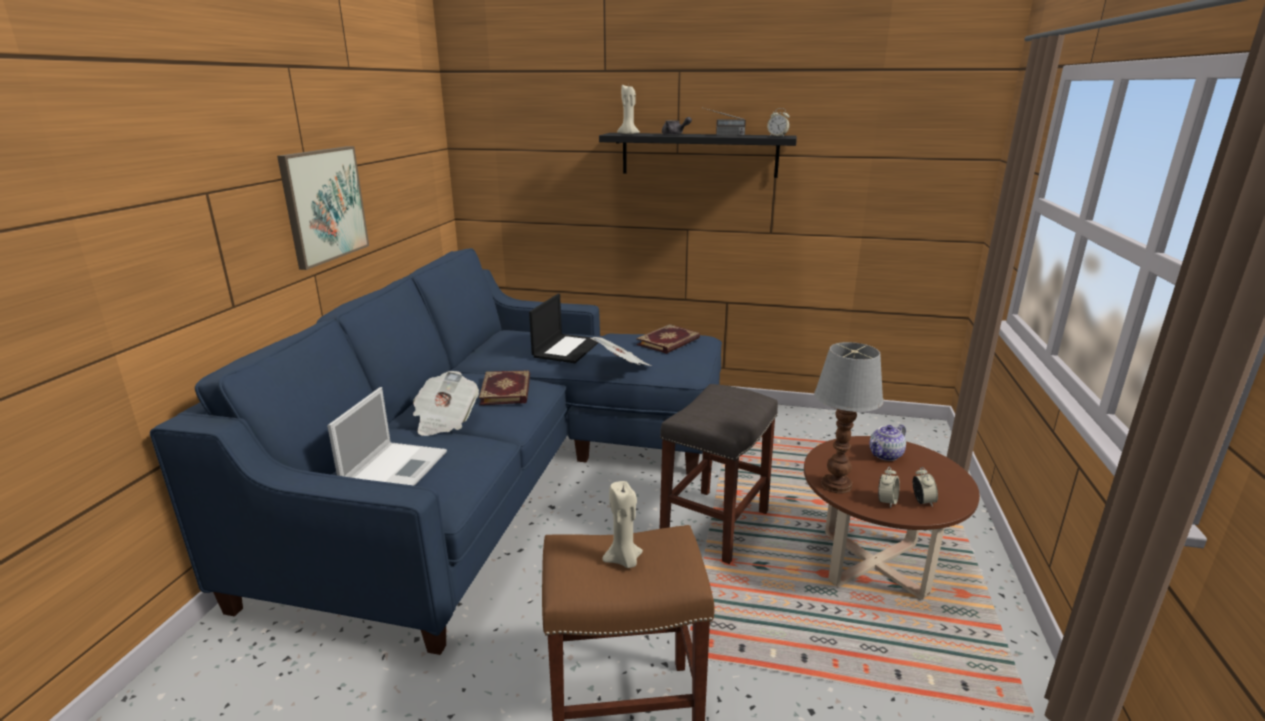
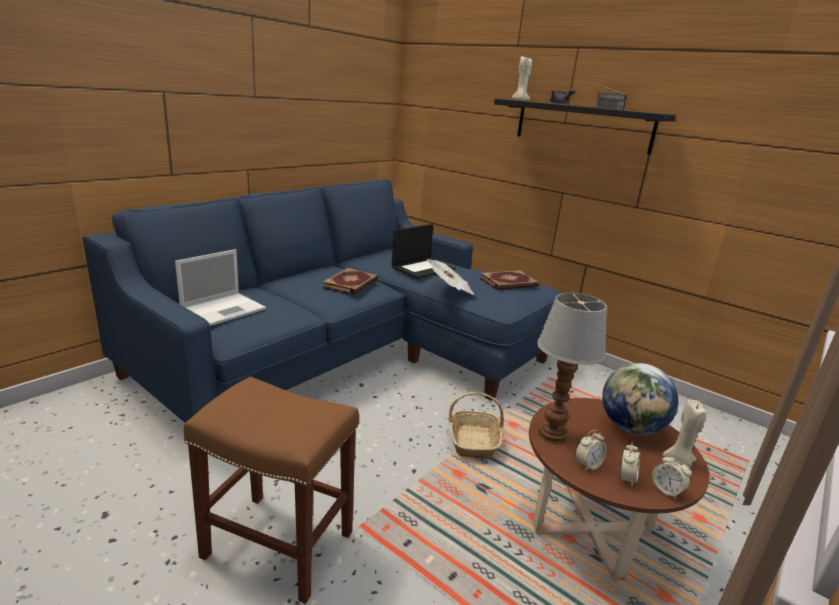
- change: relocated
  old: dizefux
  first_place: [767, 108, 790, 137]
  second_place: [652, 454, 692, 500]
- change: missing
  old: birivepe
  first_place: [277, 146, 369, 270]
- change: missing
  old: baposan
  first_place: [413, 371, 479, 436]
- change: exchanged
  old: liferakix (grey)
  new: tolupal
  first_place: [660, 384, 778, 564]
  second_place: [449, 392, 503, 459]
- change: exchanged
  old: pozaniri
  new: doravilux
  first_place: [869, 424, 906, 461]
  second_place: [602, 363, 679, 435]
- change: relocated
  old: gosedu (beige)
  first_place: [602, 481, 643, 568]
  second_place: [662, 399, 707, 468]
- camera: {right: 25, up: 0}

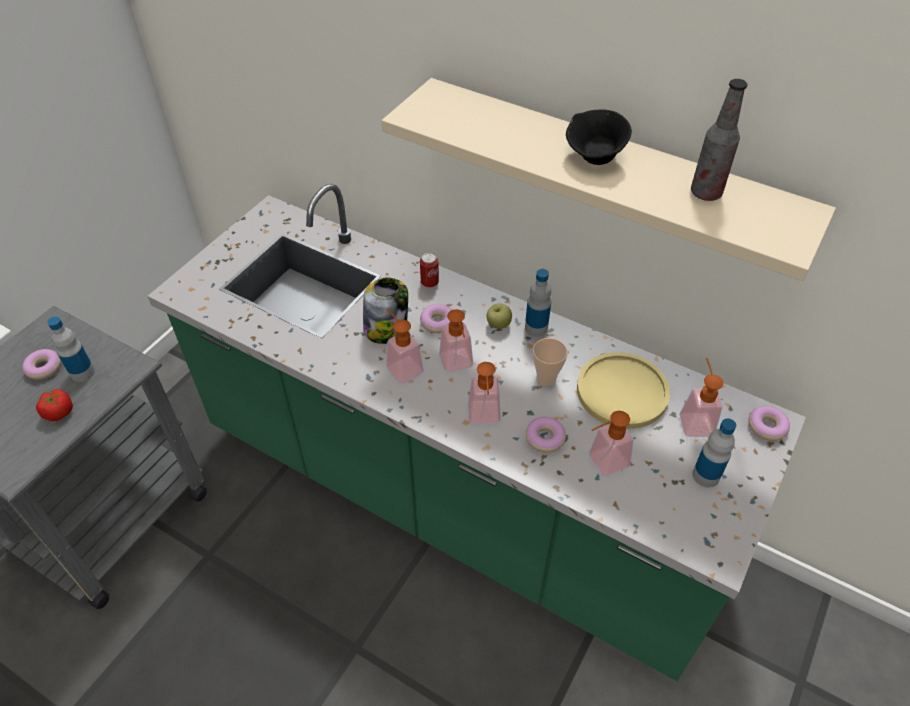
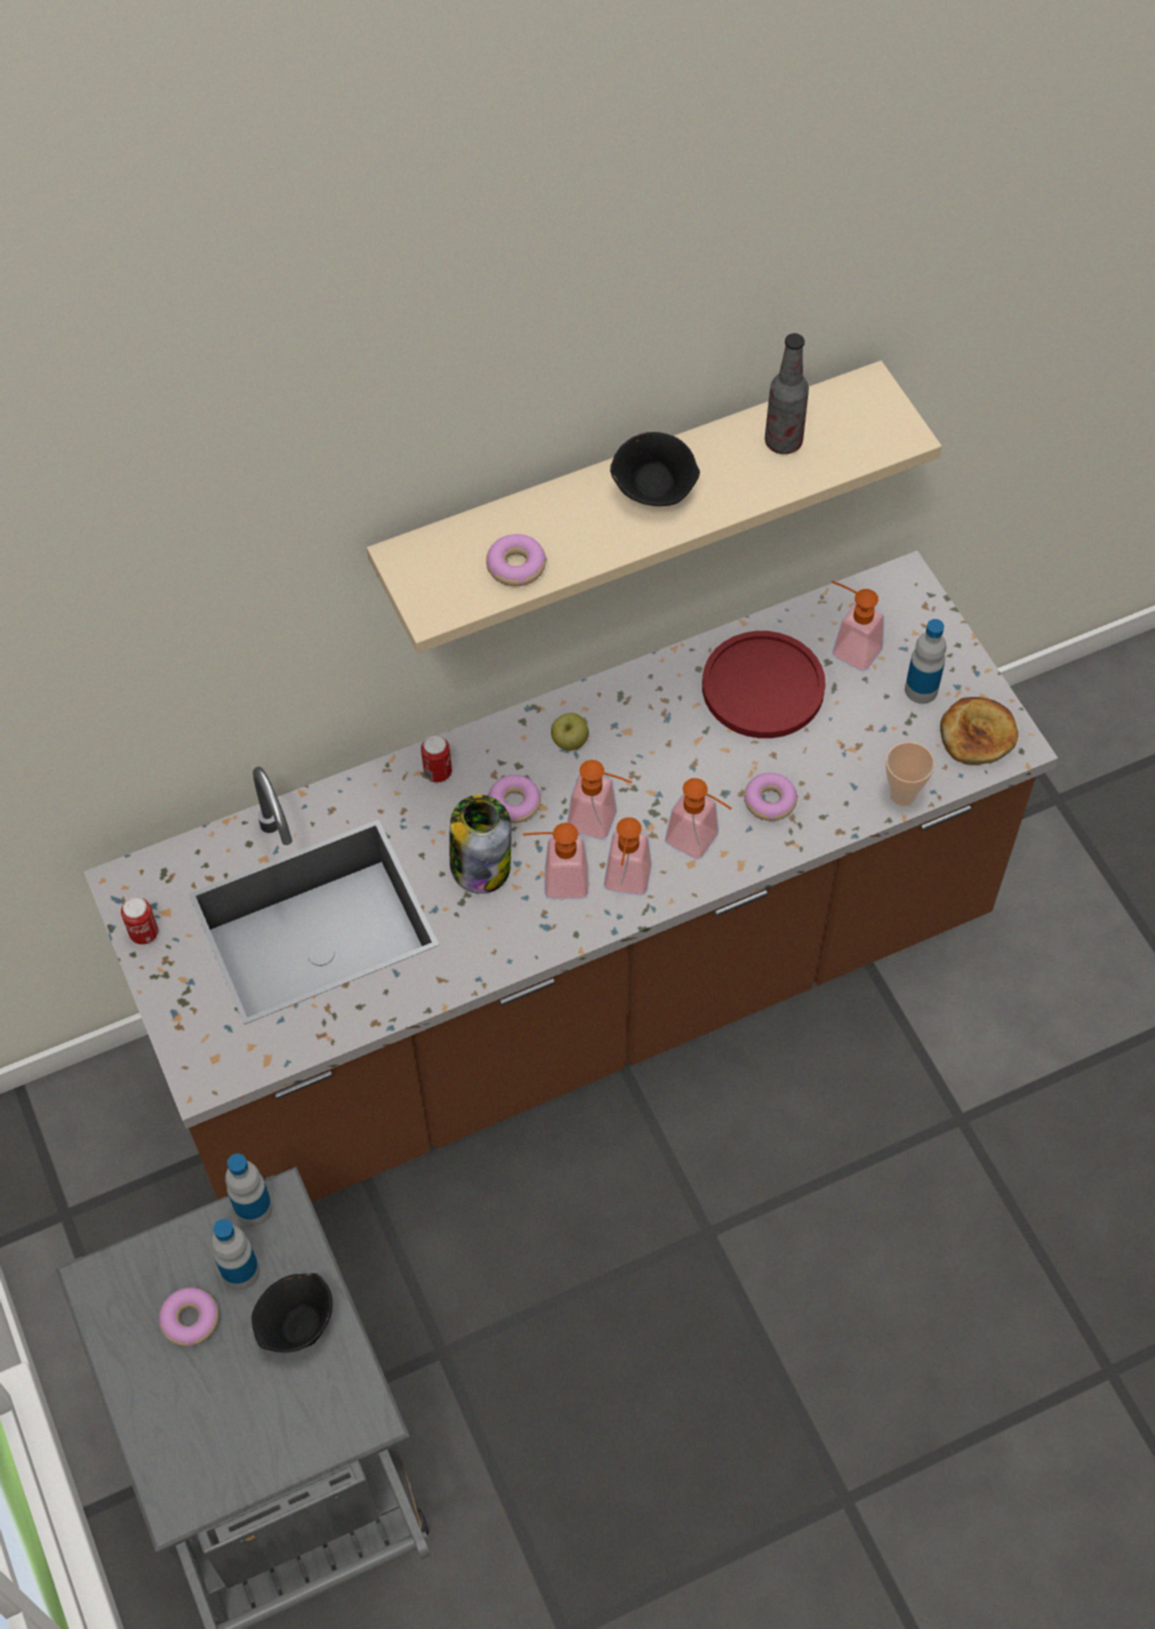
- change: colour
  old: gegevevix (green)
  new: gegevevix (brown)
  first_place: [147, 184, 806, 681]
  second_place: [84, 551, 1058, 1202]
- change: relocated
  old: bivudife
  first_place: [525, 269, 551, 337]
  second_place: [225, 1153, 272, 1226]
- change: relocated
  old: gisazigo
  first_place: [533, 338, 568, 386]
  second_place: [886, 742, 935, 806]
- change: colour
  old: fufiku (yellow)
  new: fufiku (red)
  first_place: [577, 352, 670, 429]
  second_place: [702, 631, 826, 738]
- change: exchanged
  old: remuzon
  new: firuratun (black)
  first_place: [36, 389, 73, 421]
  second_place: [252, 1273, 333, 1353]
- change: relocated
  old: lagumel
  first_place: [748, 406, 790, 441]
  second_place: [486, 534, 547, 586]
- change: relocated
  old: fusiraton
  first_place: [589, 411, 634, 477]
  second_place: [604, 817, 652, 896]
- change: appeared
  new: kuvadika
  second_place: [940, 697, 1018, 765]
- change: appeared
  new: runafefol
  second_place: [121, 897, 158, 945]
- camera: {right: -55, up: 10}

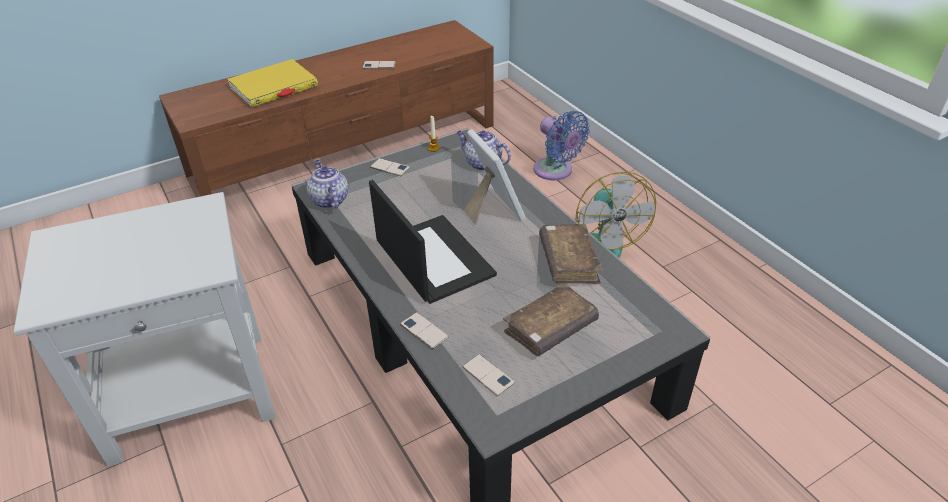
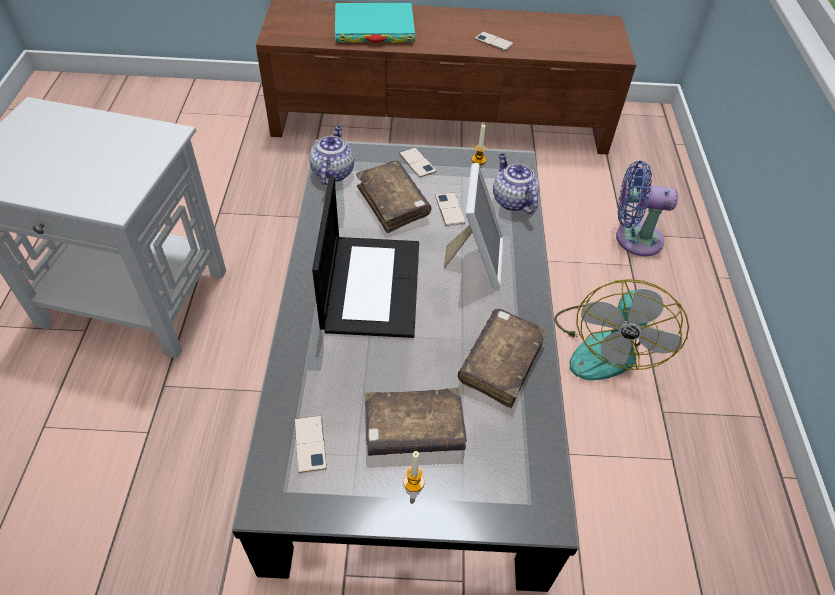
- change: colour
  old: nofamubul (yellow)
  new: nofamubul (turquoise)
  first_place: [227, 59, 318, 107]
  second_place: [335, 3, 415, 43]
- change: spun
  old: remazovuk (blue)
  first_place: [533, 111, 590, 180]
  second_place: [616, 161, 678, 256]
  degrees: 105
- change: relocated
  old: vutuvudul
  first_place: [400, 312, 449, 349]
  second_place: [435, 192, 466, 226]
- change: appeared
  new: nofamubul (brown)
  second_place: [356, 160, 431, 233]
- change: appeared
  new: gosedu
  second_place: [403, 451, 425, 492]
- camera: {right: 30, up: 10}

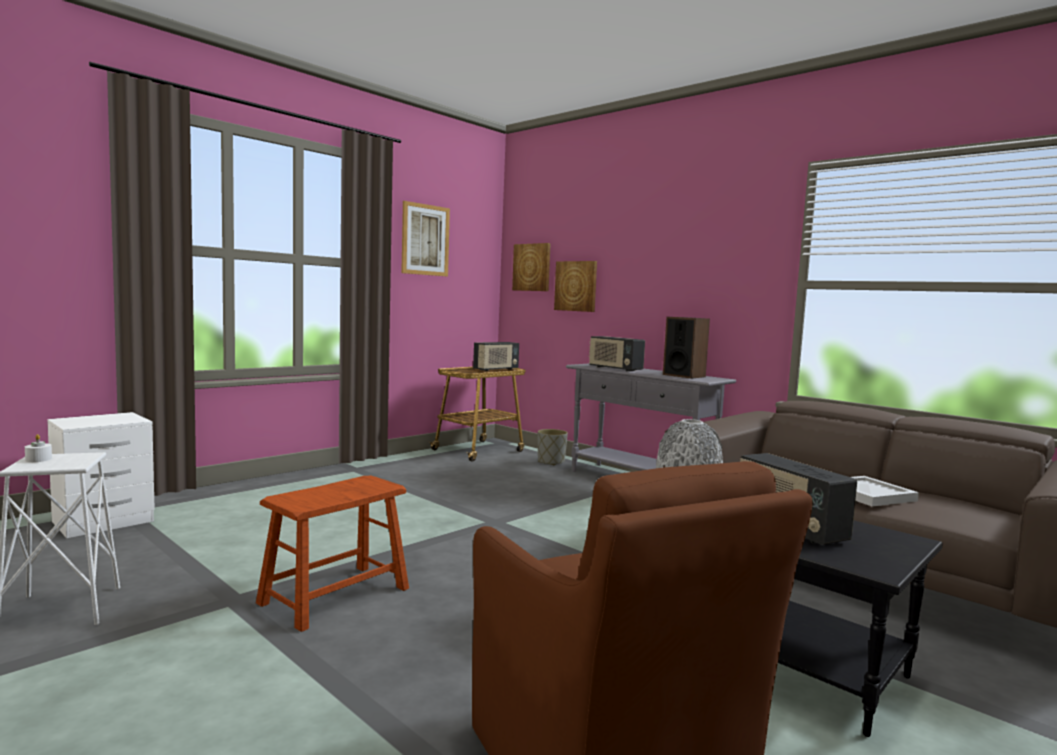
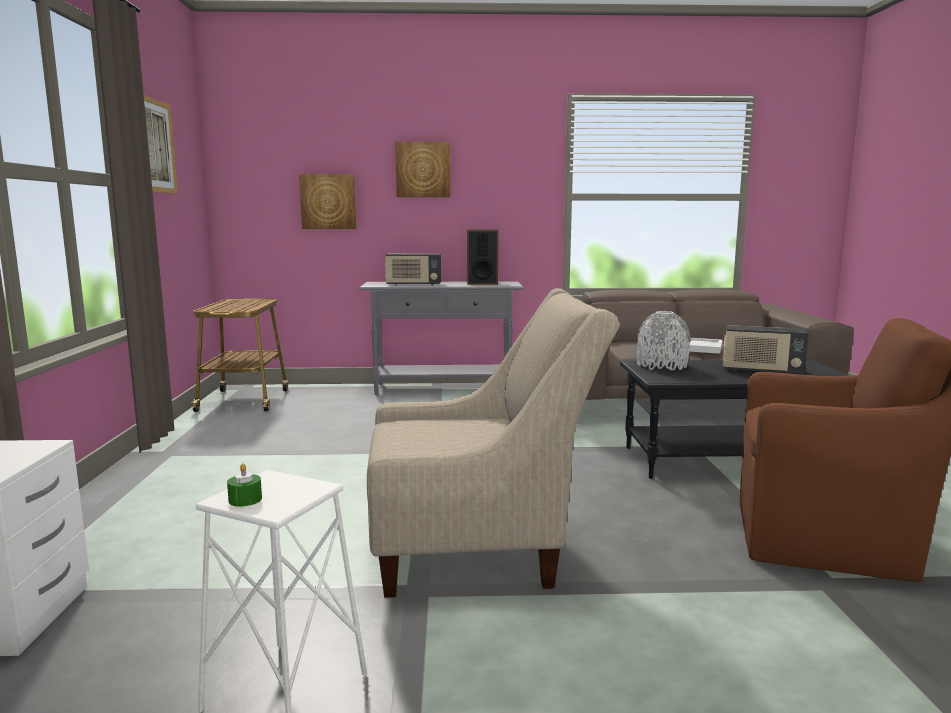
- change: relocated
  old: birivepe
  first_place: [512, 243, 551, 291]
  second_place: [395, 142, 450, 197]
- change: missing
  old: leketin
  first_place: [473, 342, 519, 371]
- change: missing
  old: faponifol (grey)
  first_place: [538, 429, 568, 465]
- change: colour
  old: gosedu (white)
  new: gosedu (green)
  first_place: [25, 434, 52, 462]
  second_place: [227, 463, 262, 507]
- change: exchanged
  old: liferakix (brown)
  new: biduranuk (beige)
  first_place: [256, 476, 409, 632]
  second_place: [367, 288, 620, 598]
- camera: {right: -45, up: 5}

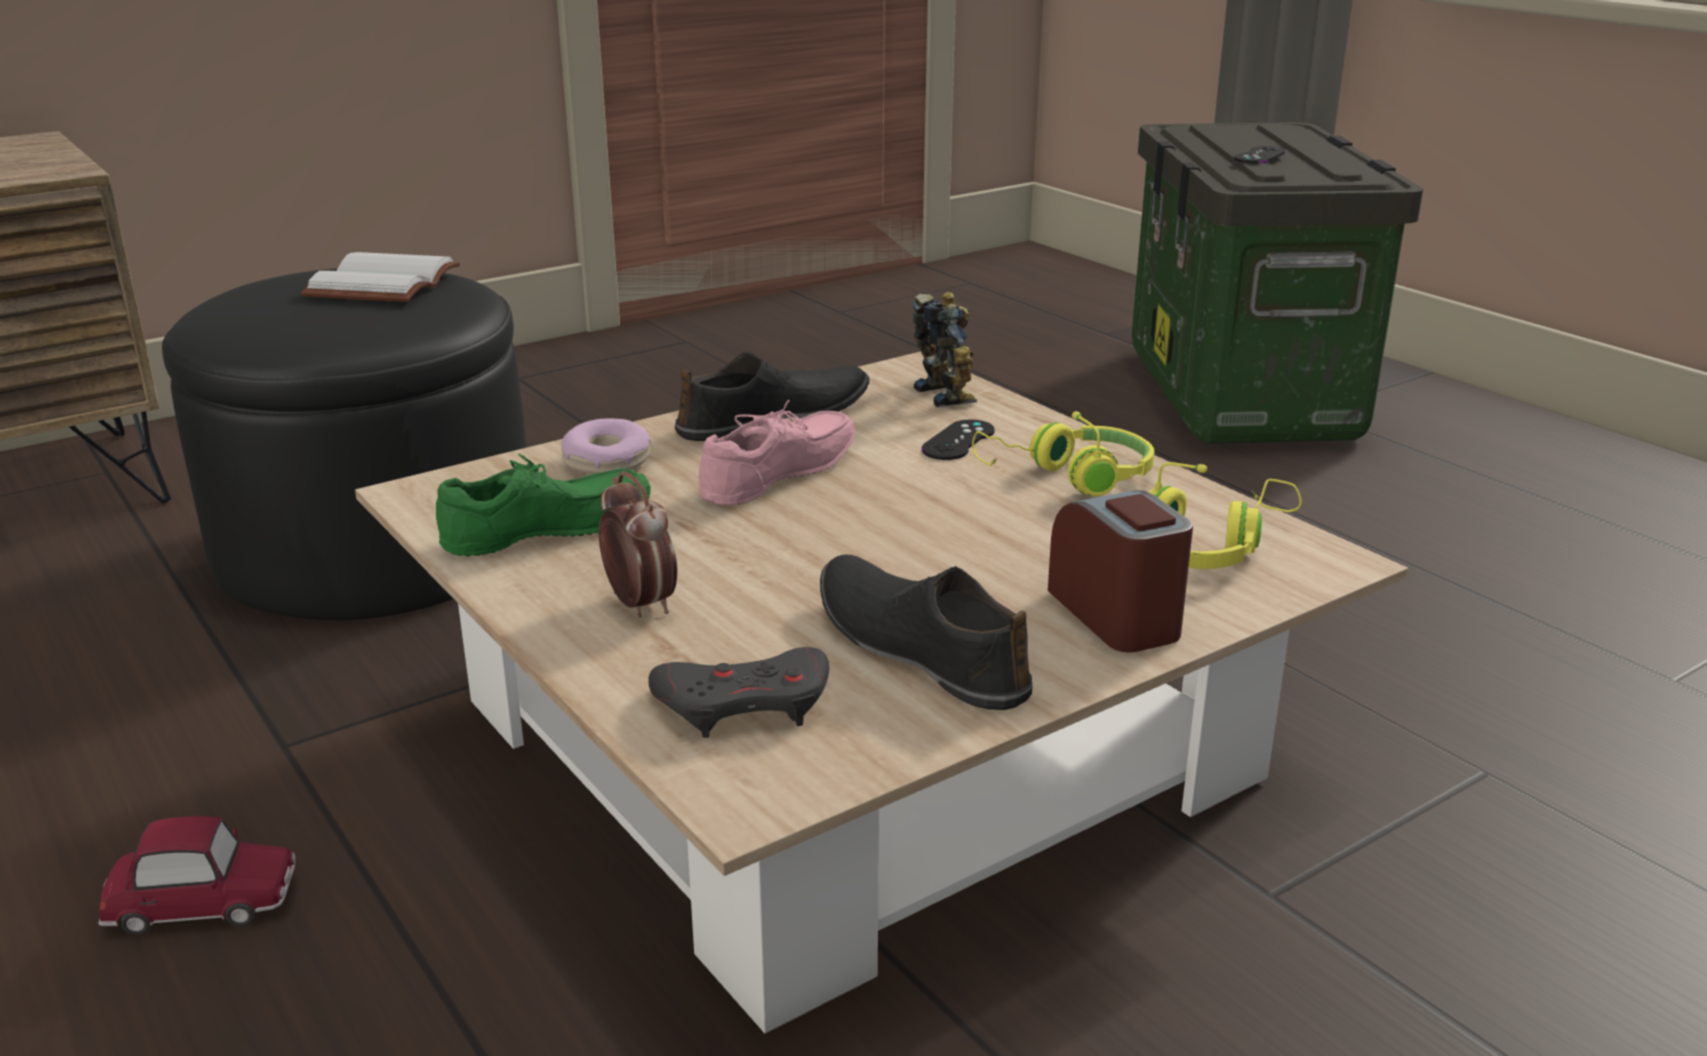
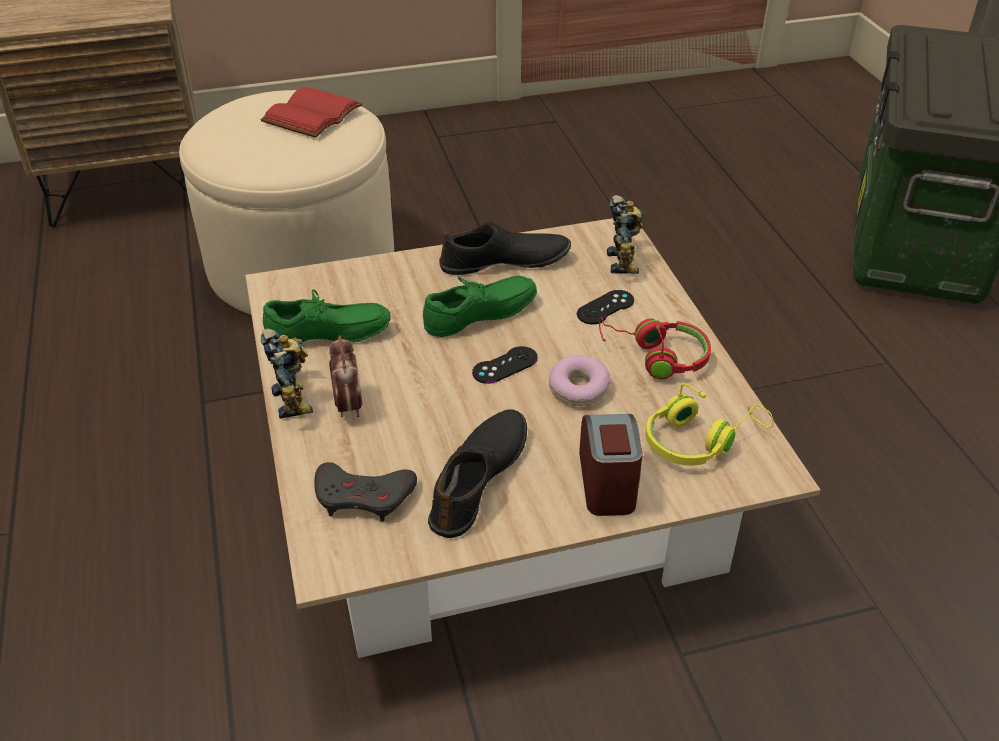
- change: relocated
  old: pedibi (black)
  first_place: [1234, 146, 1286, 163]
  second_place: [472, 346, 538, 384]
- change: colour
  old: nofamubul (white)
  new: nofamubul (red)
  first_place: [301, 252, 460, 302]
  second_place: [261, 87, 362, 138]
- change: colour
  old: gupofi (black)
  new: gupofi (beige)
  first_place: [162, 268, 527, 620]
  second_place: [179, 90, 394, 315]
- change: colour
  old: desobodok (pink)
  new: desobodok (green)
  first_place: [699, 400, 855, 506]
  second_place: [423, 276, 537, 337]
- change: colour
  old: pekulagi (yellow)
  new: pekulagi (red)
  first_place: [972, 411, 1154, 496]
  second_place: [599, 316, 711, 380]
- change: relocated
  old: lagumel
  first_place: [561, 418, 651, 474]
  second_place: [549, 355, 610, 406]
- change: spun
  old: desobodok (black)
  first_place: [820, 555, 1032, 710]
  second_place: [428, 409, 527, 538]
  degrees: 45
- change: missing
  old: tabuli
  first_place: [99, 816, 296, 935]
- change: appeared
  new: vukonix
  second_place: [261, 329, 313, 419]
- camera: {right: 20, up: 15}

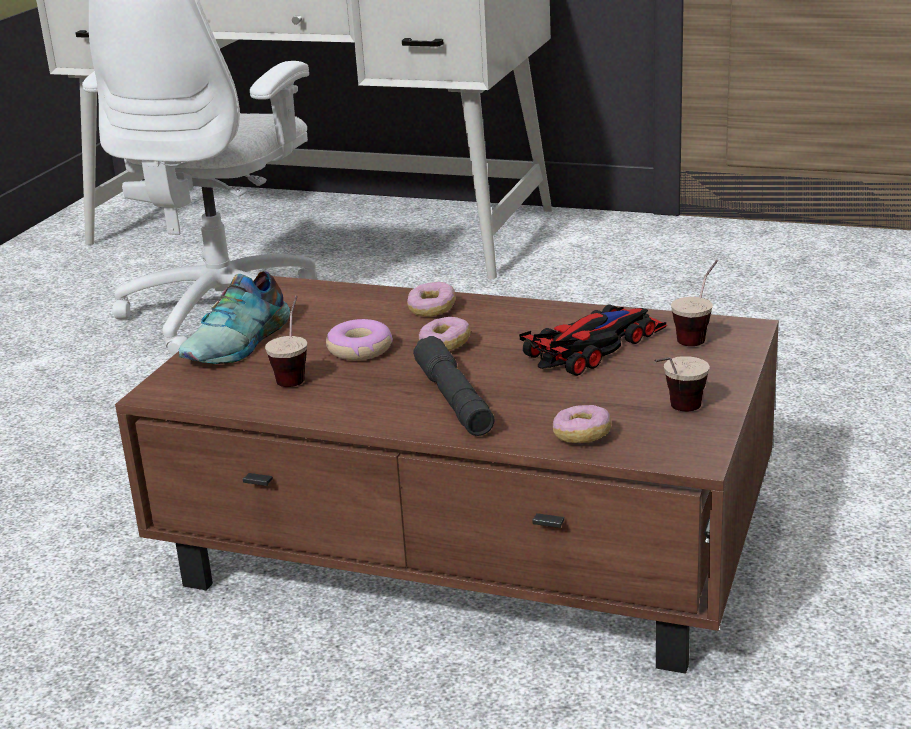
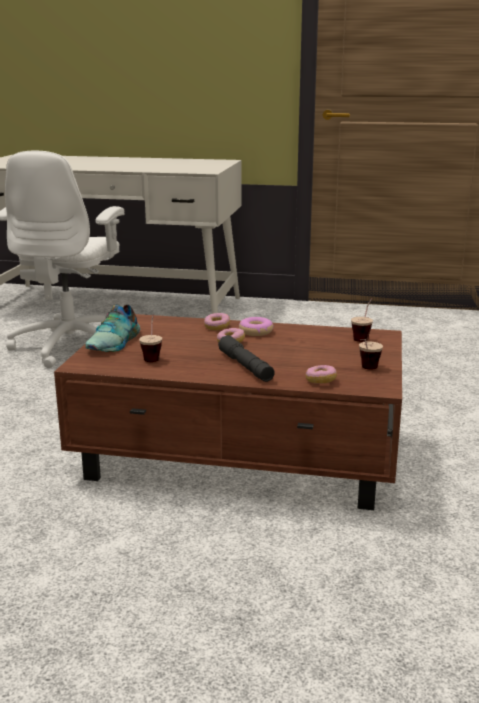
- change: missing
  old: tabuli
  first_place: [519, 304, 667, 376]
- change: relocated
  old: lagumel
  first_place: [326, 319, 393, 360]
  second_place: [239, 317, 274, 336]
- camera: {right: -10, up: -5}

